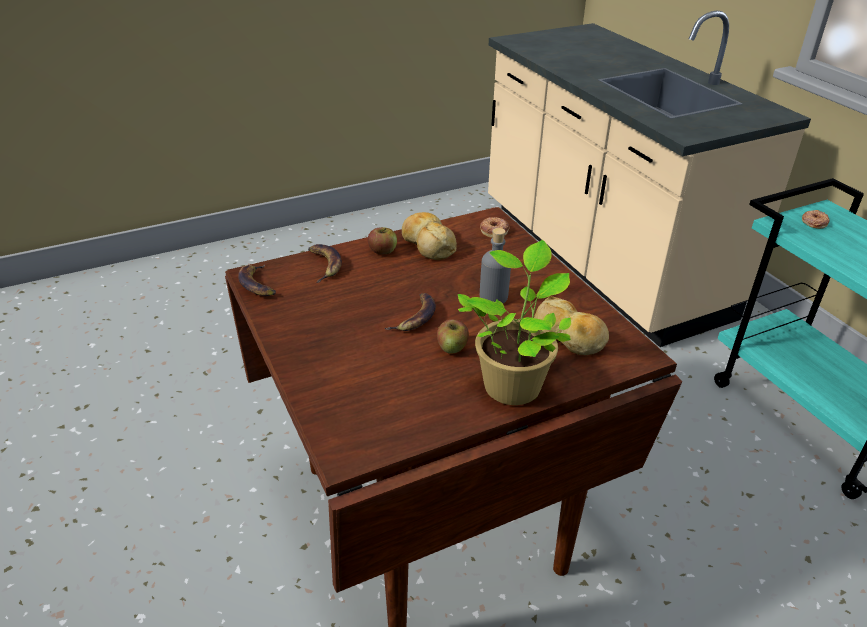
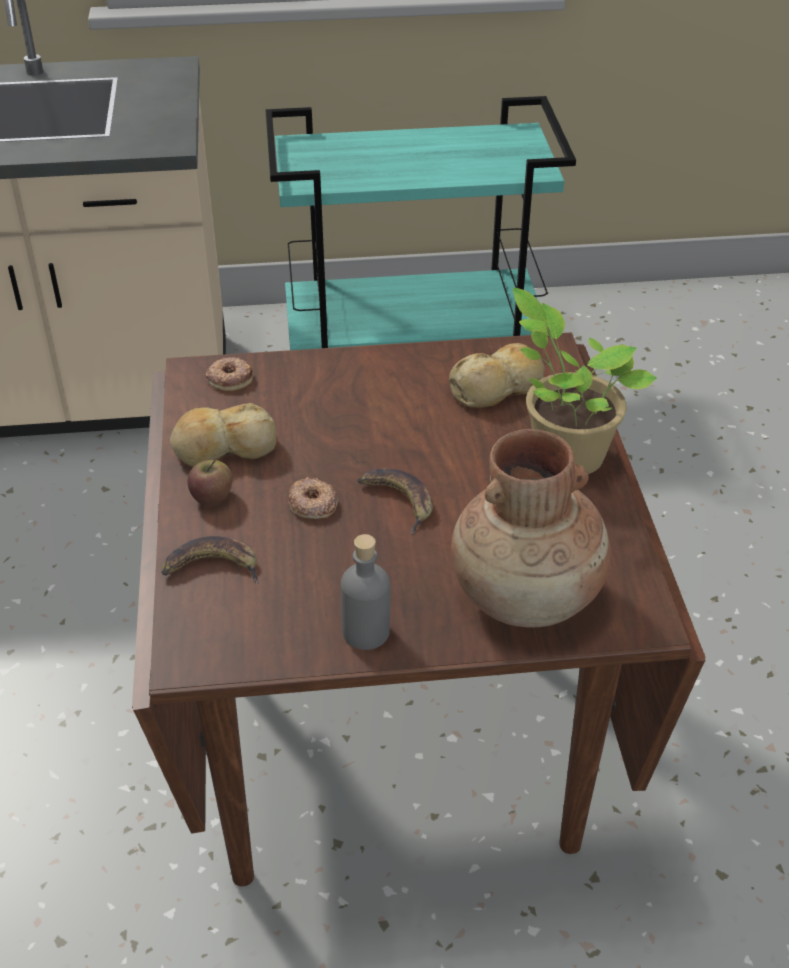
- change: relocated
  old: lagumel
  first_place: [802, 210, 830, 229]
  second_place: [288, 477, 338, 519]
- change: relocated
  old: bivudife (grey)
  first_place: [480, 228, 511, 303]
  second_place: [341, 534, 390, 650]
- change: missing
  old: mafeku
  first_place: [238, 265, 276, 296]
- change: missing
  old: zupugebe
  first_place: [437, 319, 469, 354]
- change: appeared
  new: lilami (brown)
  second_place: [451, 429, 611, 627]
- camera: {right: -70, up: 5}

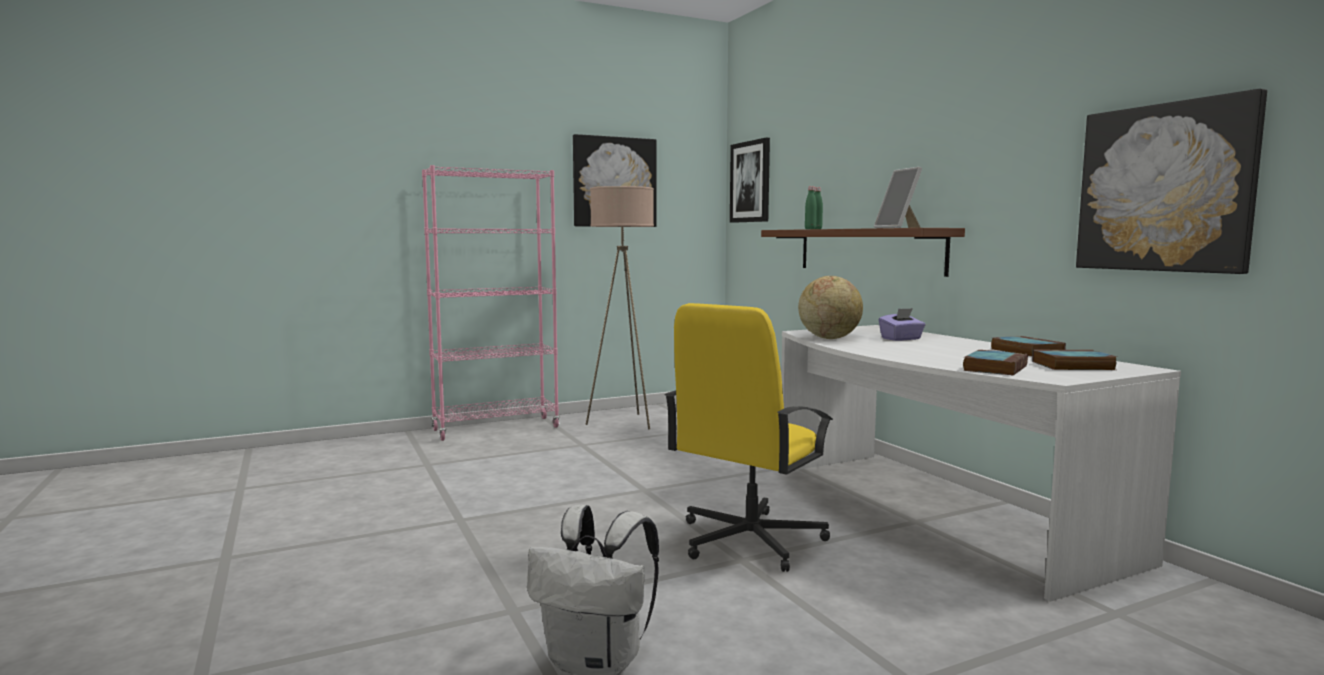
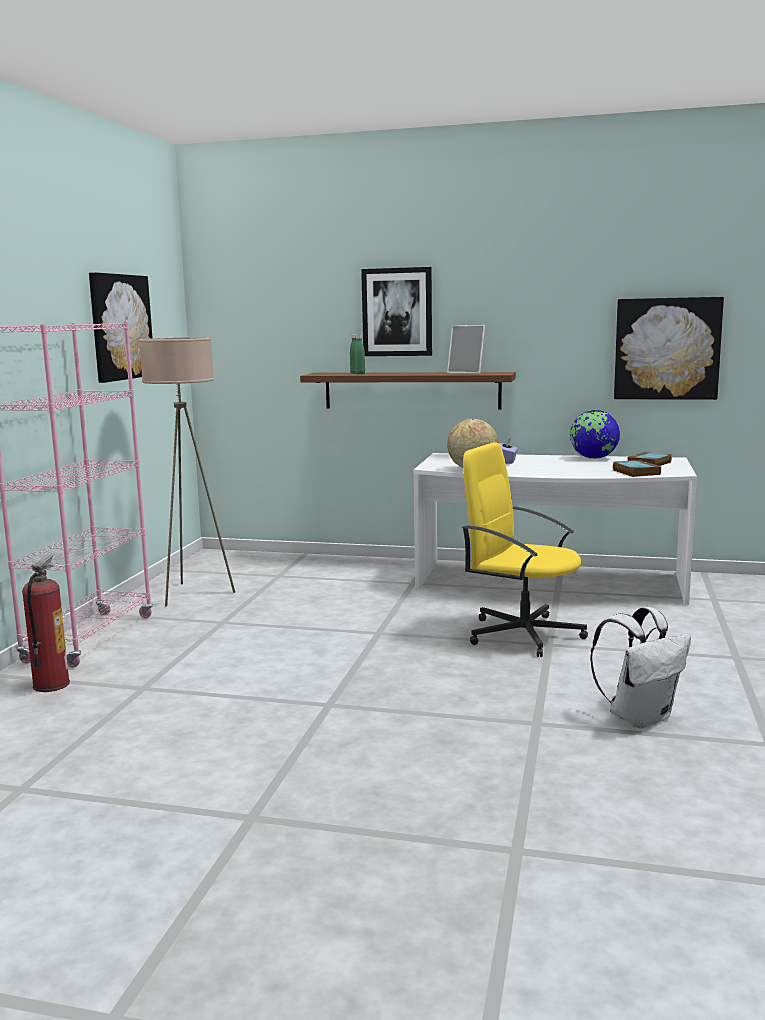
- change: relocated
  old: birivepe
  first_place: [730, 138, 770, 223]
  second_place: [361, 267, 432, 356]
- change: spun
  old: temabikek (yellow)
  first_place: [665, 303, 833, 572]
  second_place: [461, 442, 588, 657]
  degrees: 135
- change: exchanged
  old: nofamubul
  new: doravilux
  first_place: [991, 336, 1066, 356]
  second_place: [570, 410, 620, 459]
- change: appeared
  new: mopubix
  second_place: [22, 555, 70, 692]
- camera: {right: -50, up: 5}

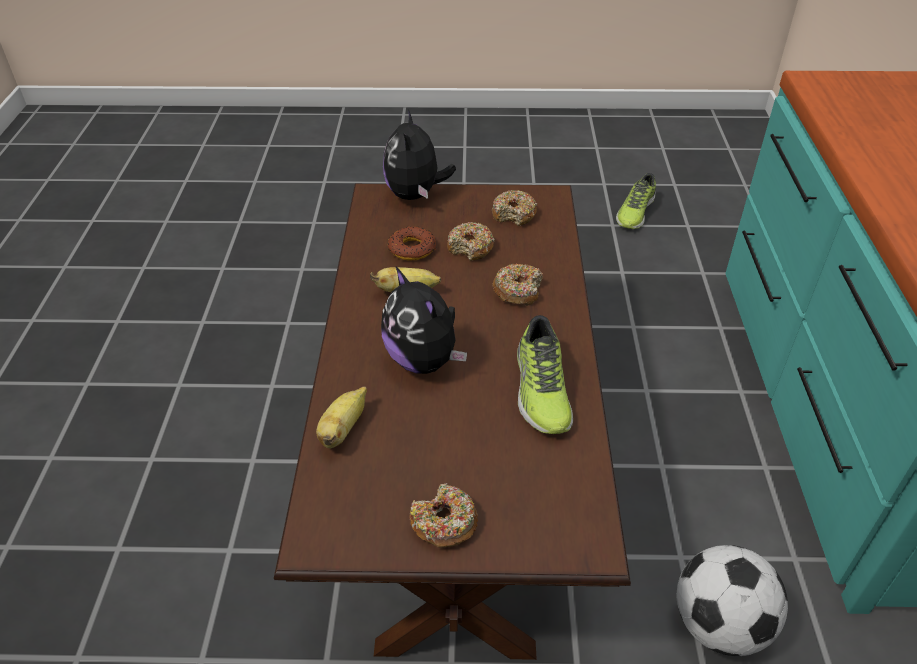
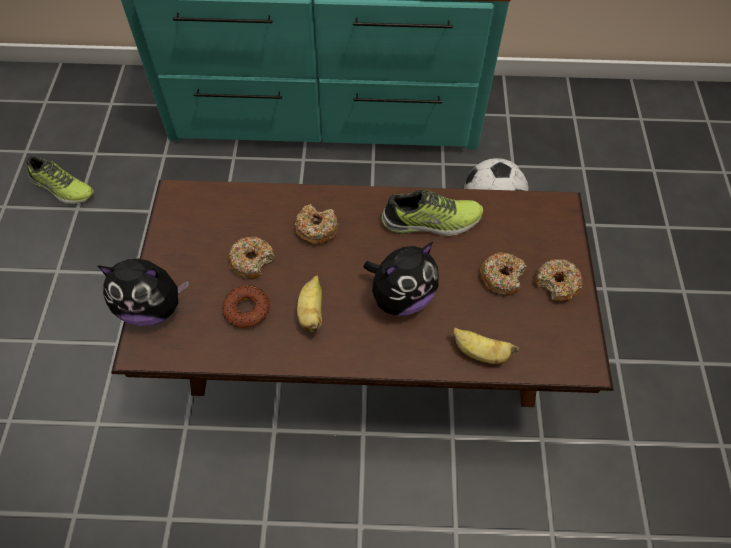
- change: relocated
  old: lagumel
  first_place: [492, 190, 537, 226]
  second_place: [480, 252, 527, 296]
- camera: {right: -90, up: 15}

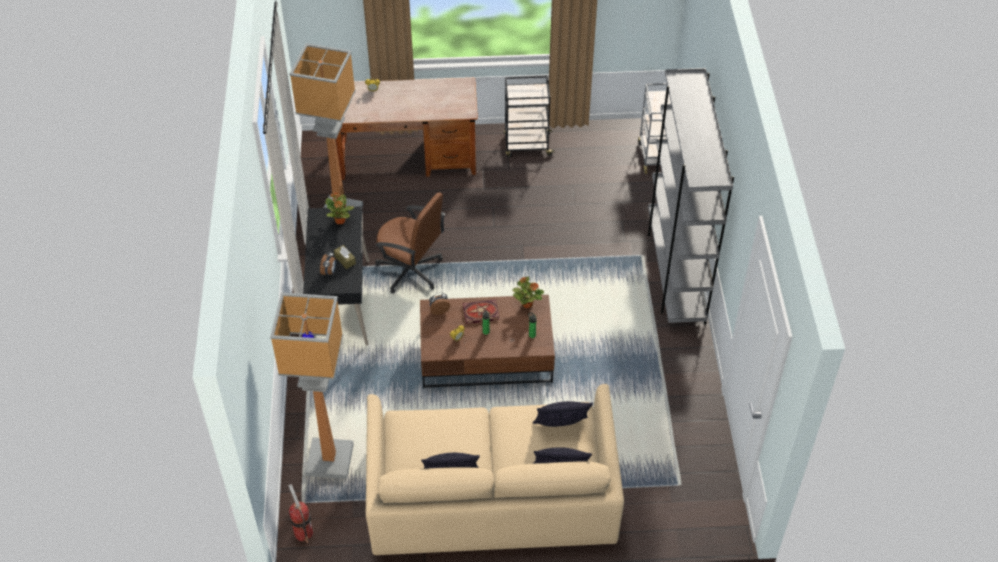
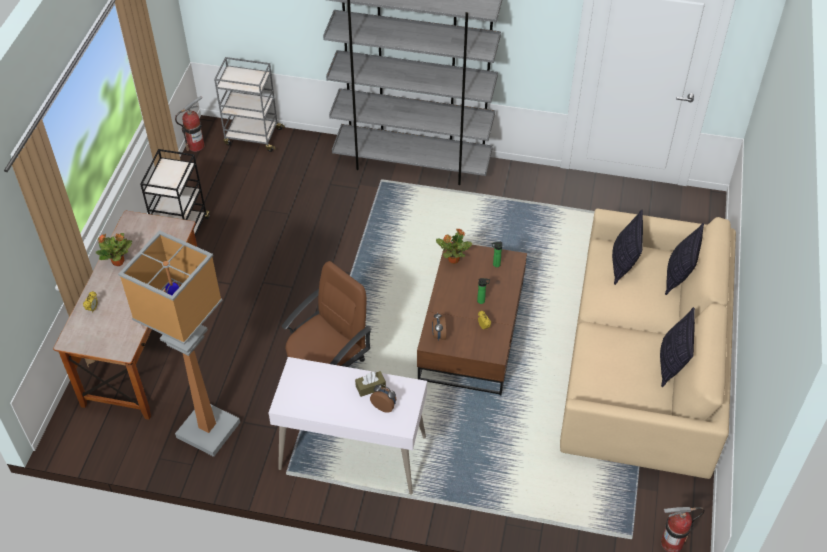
- change: relocated
  old: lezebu
  first_place: [326, 192, 354, 224]
  second_place: [96, 233, 132, 266]
- change: colour
  old: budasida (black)
  new: budasida (white)
  first_place: [303, 206, 369, 345]
  second_place: [268, 357, 427, 495]
- change: missing
  old: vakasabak
  first_place: [270, 292, 354, 479]
- change: missing
  old: nofamubul
  first_place: [463, 299, 499, 324]
- change: appeared
  new: mopubix
  second_place: [175, 96, 204, 152]
- camera: {right: -75, up: 0}

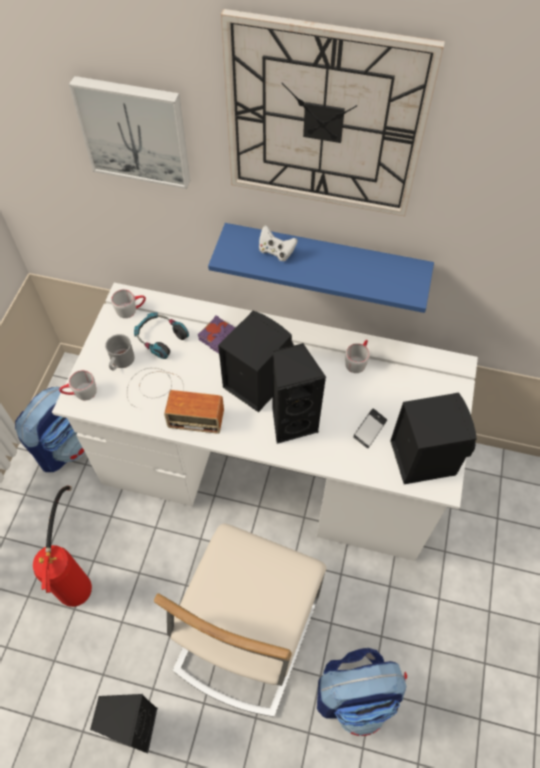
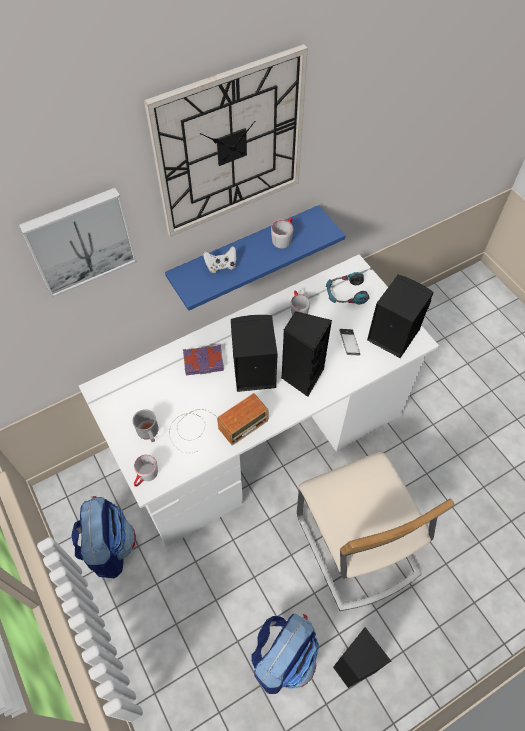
- change: relocated
  old: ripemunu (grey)
  first_place: [111, 289, 146, 318]
  second_place: [271, 217, 293, 248]
- change: relocated
  old: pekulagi
  first_place: [134, 312, 189, 359]
  second_place: [326, 272, 370, 304]
- change: missing
  old: mopubix
  first_place: [33, 486, 92, 607]
- change: relocated
  old: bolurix
  first_place: [317, 648, 407, 736]
  second_place: [251, 613, 319, 694]
- camera: {right: -45, up: 0}

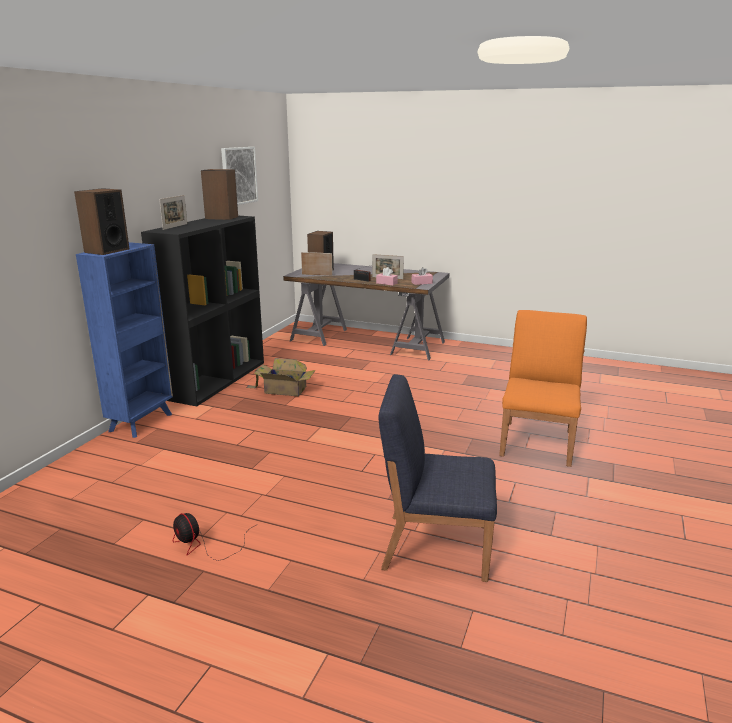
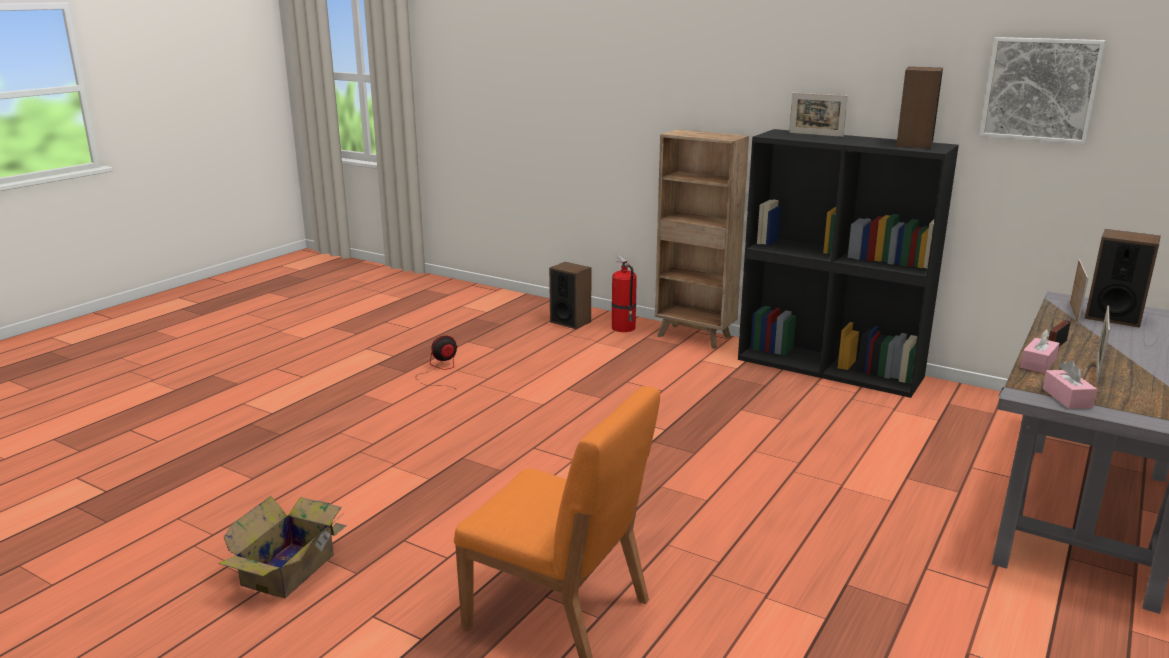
- change: relocated
  old: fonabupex
  first_place: [74, 188, 129, 255]
  second_place: [549, 262, 591, 329]
- change: colour
  old: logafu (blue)
  new: logafu (brown)
  first_place: [76, 242, 173, 438]
  second_place: [655, 129, 749, 349]
- change: relocated
  old: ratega
  first_place: [246, 358, 316, 397]
  second_place: [218, 496, 347, 598]
- change: missing
  old: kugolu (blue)
  first_place: [378, 374, 497, 582]
- change: appeared
  new: mopubix
  second_place: [612, 255, 637, 332]
- camera: {right: 100, up: 0}

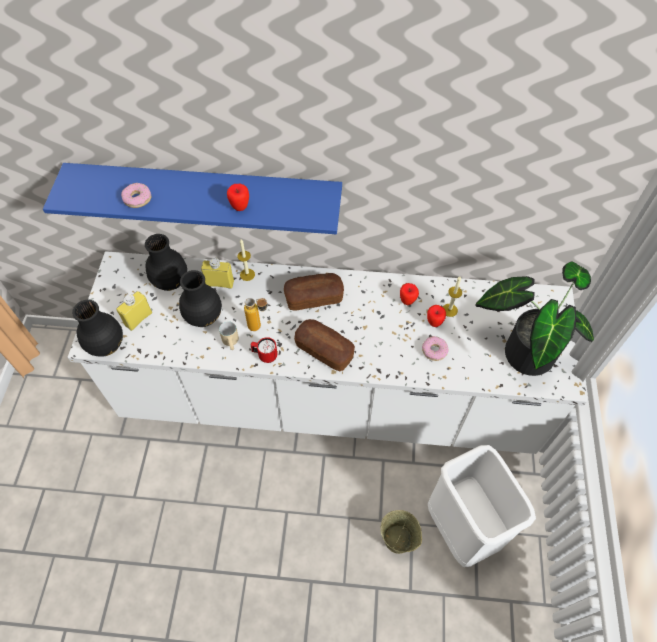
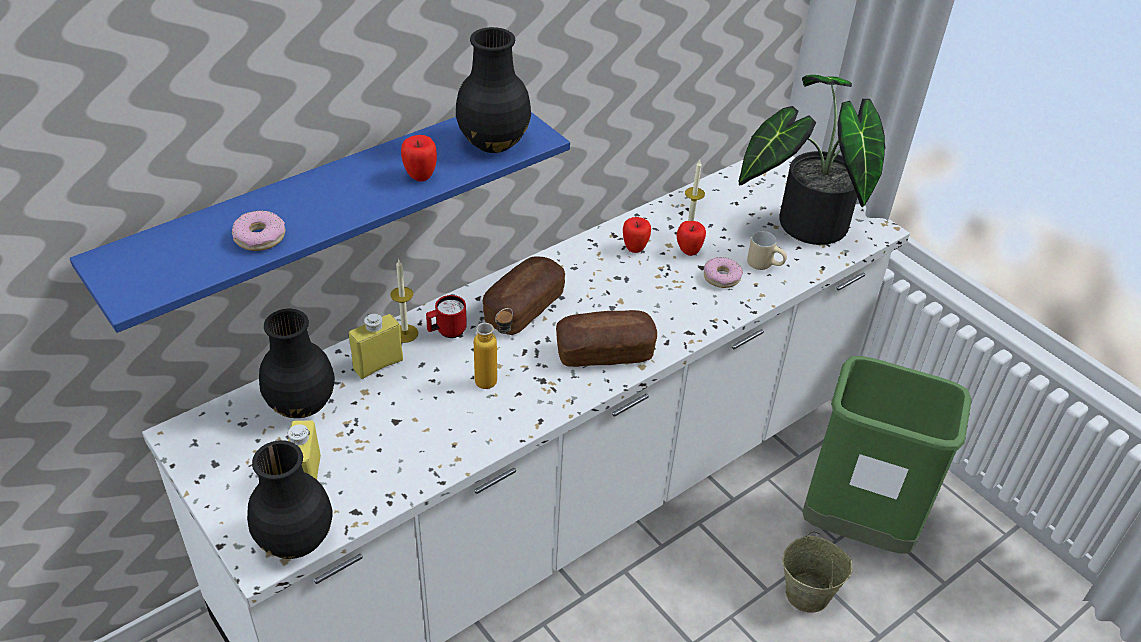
- change: relocated
  old: lilami (black)
  first_place: [179, 270, 222, 327]
  second_place: [456, 27, 531, 153]
- change: relocated
  old: ripemunu (beige)
  first_place: [219, 321, 239, 350]
  second_place: [747, 231, 787, 270]
- change: relocated
  old: ripemunu (red)
  first_place: [251, 337, 277, 363]
  second_place: [426, 295, 467, 338]
- change: colour
  old: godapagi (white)
  new: godapagi (green)
  first_place: [428, 445, 536, 567]
  second_place: [802, 356, 971, 554]
- camera: {right: -45, up: -15}

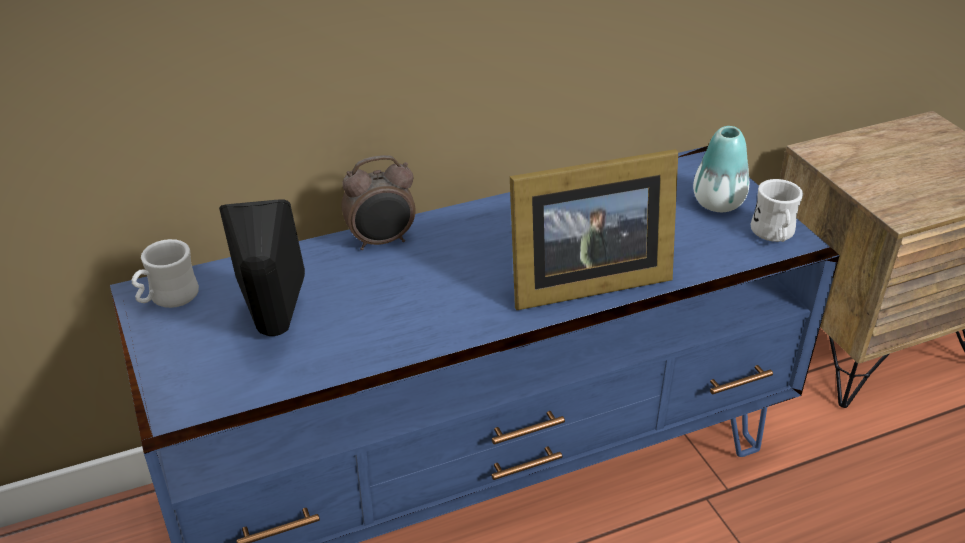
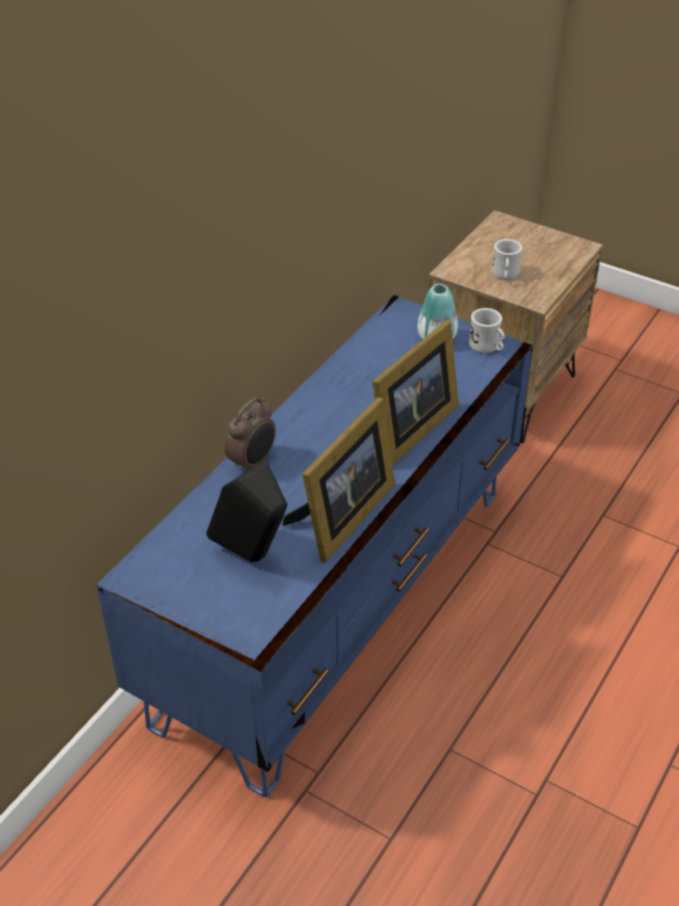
- change: relocated
  old: ripemunu (white)
  first_place: [132, 239, 199, 308]
  second_place: [491, 239, 522, 280]
- change: appeared
  new: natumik
  second_place: [283, 397, 395, 563]
- camera: {right: -35, up: 5}

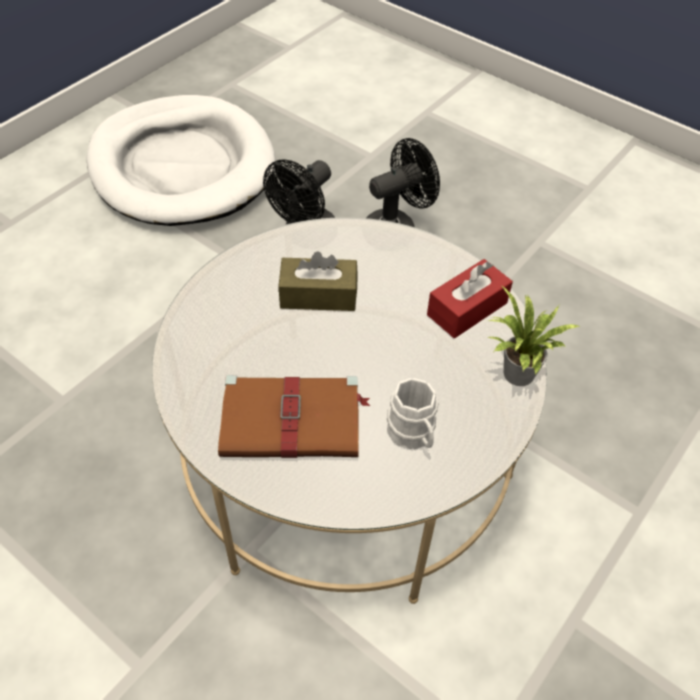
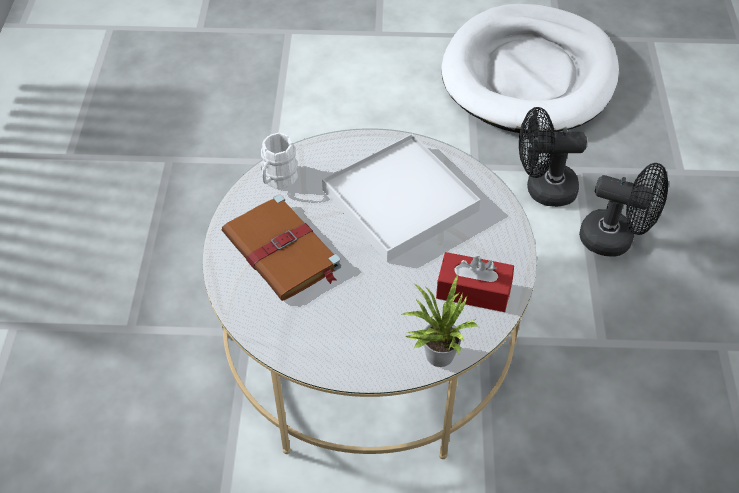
- change: exchanged
  old: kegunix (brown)
  new: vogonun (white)
  first_place: [278, 251, 358, 311]
  second_place: [322, 134, 480, 262]
- change: relocated
  old: ripemunu (white)
  first_place: [387, 378, 438, 449]
  second_place: [261, 132, 298, 189]
- camera: {right: 55, up: 0}

